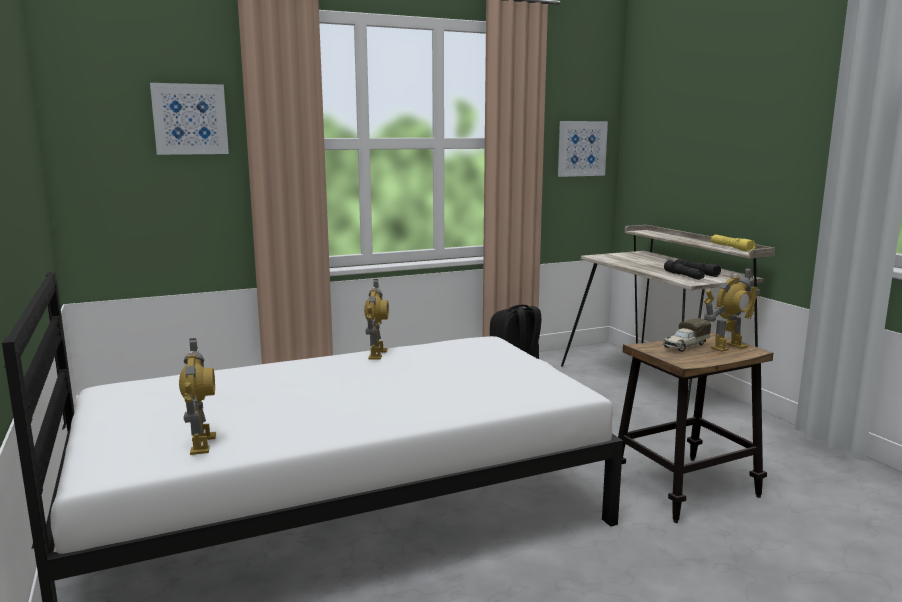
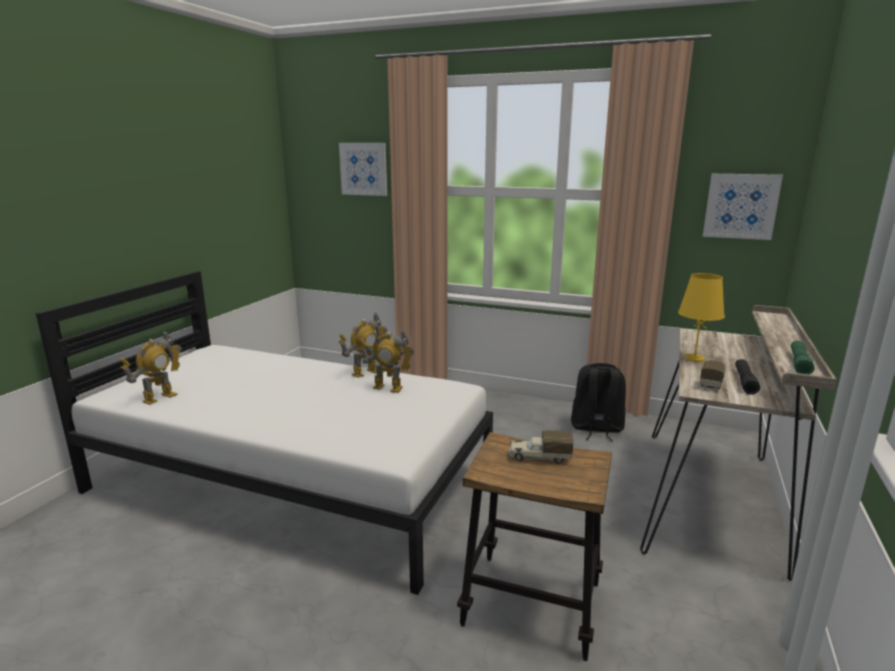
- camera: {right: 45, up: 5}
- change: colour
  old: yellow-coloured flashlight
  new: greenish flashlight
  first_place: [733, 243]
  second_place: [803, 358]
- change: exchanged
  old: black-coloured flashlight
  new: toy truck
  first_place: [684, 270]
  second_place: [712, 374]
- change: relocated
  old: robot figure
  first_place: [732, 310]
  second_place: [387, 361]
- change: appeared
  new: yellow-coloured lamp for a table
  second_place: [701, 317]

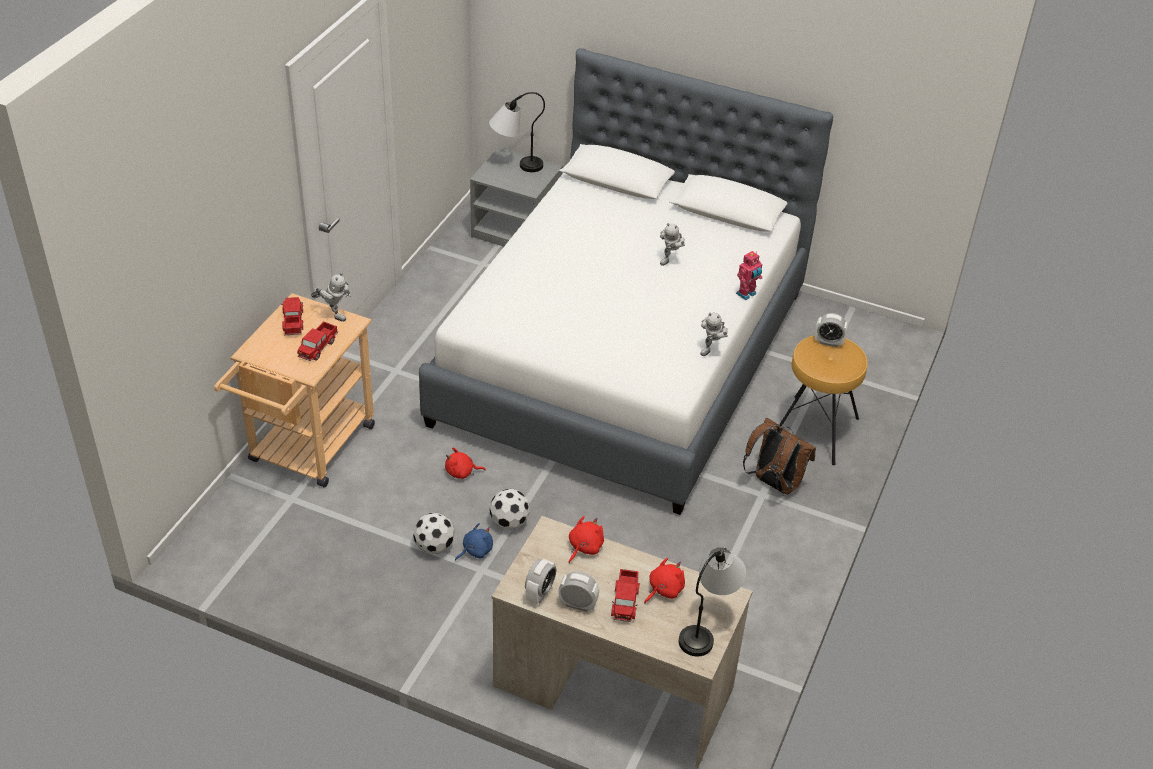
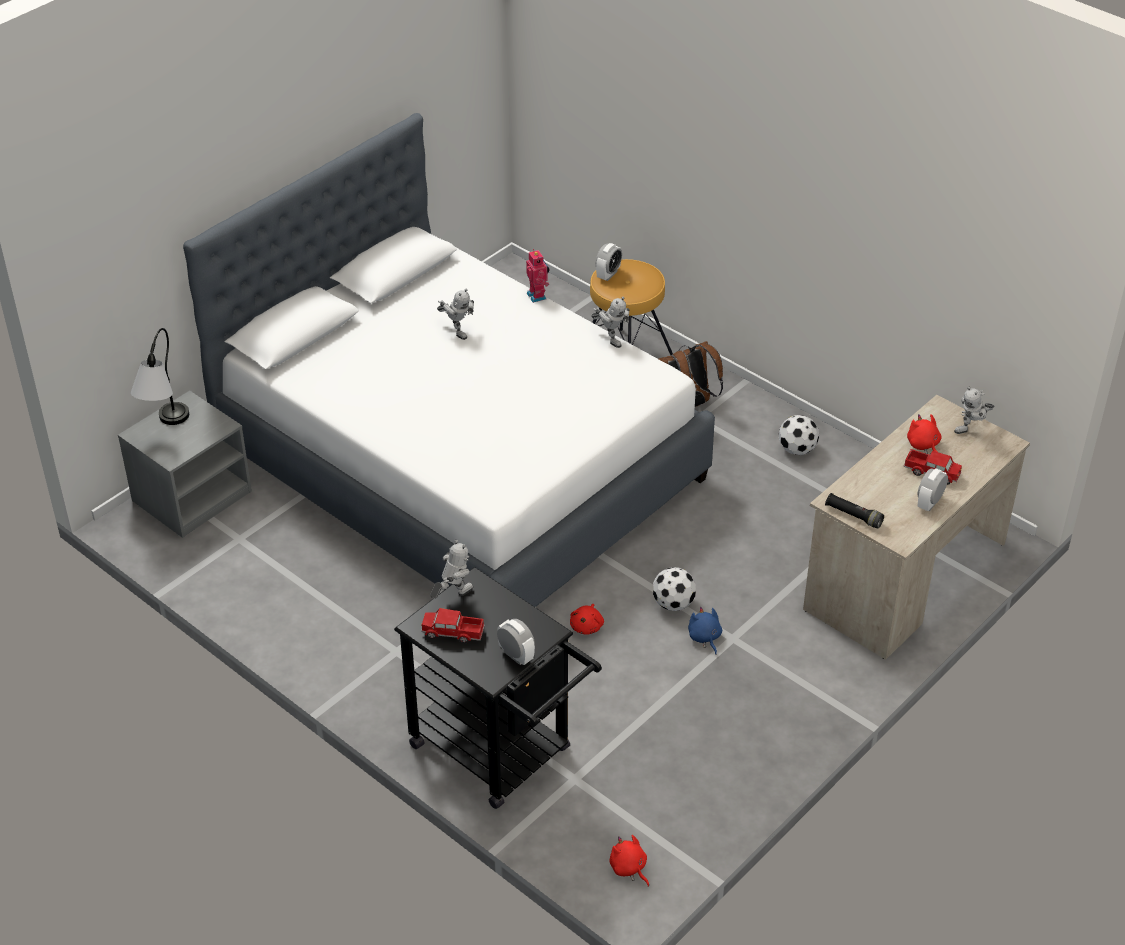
- camera: {right: -70, up: 0}
- change: colour
  old: beige-coloured trolley
  new: black-coloured trolley
  first_place: [294, 390]
  second_place: [498, 688]
- change: missing
  old: toy truck
  first_place: [317, 341]
- change: relocated
  old: football
  first_place: [433, 533]
  second_place: [799, 435]
- change: relocated
  old: red cuddly toy
  first_place: [586, 539]
  second_place: [629, 861]
- change: exchanged
  old: lamp for a table
  new: robot figure
  first_place: [712, 601]
  second_place: [974, 410]
- change: relocated
  old: bedside clock
  first_place: [540, 581]
  second_place: [516, 642]
- change: appeared
  new: black-coloured flashlight
  second_place: [854, 511]

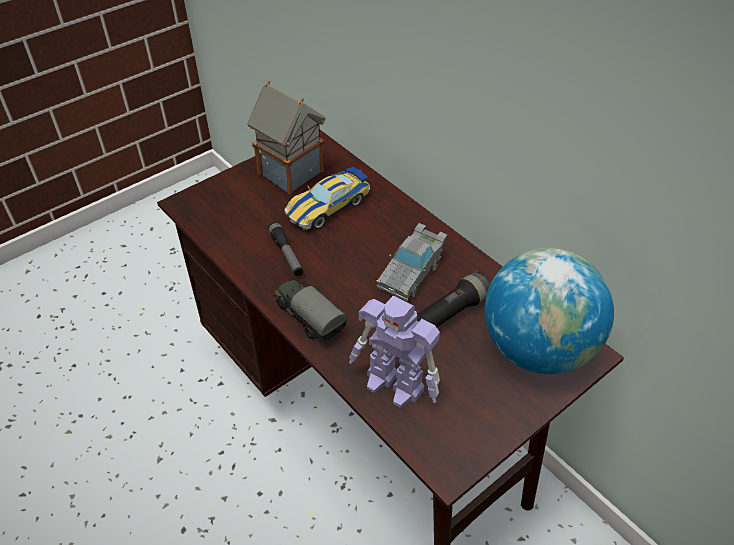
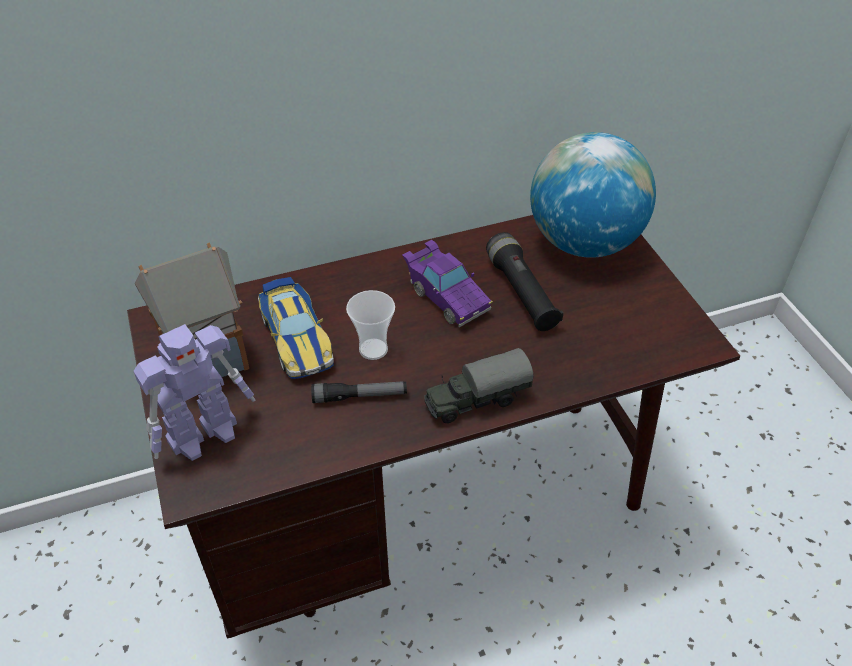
- camera: {right: -70, up: 0}
- change: colour
  old: grey miniature car
  new: purplish miniature car
  first_place: [412, 262]
  second_place: [447, 283]
- change: relocated
  old: robot figure
  first_place: [394, 352]
  second_place: [194, 392]
- change: appeared
  new: small cup
  second_place: [370, 325]

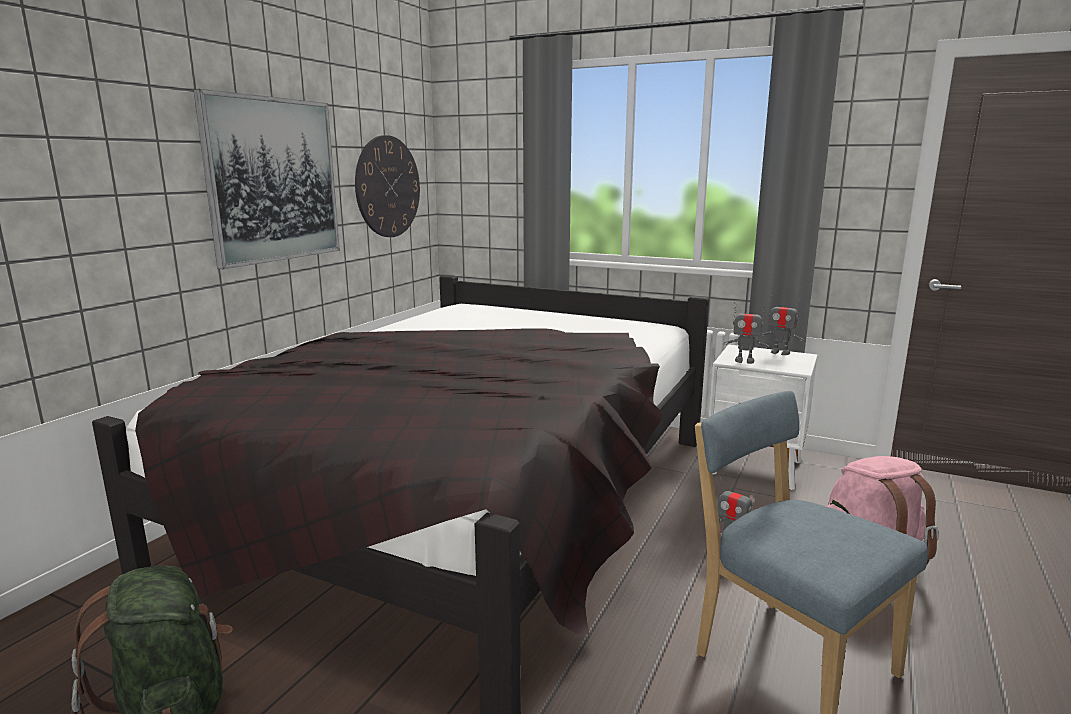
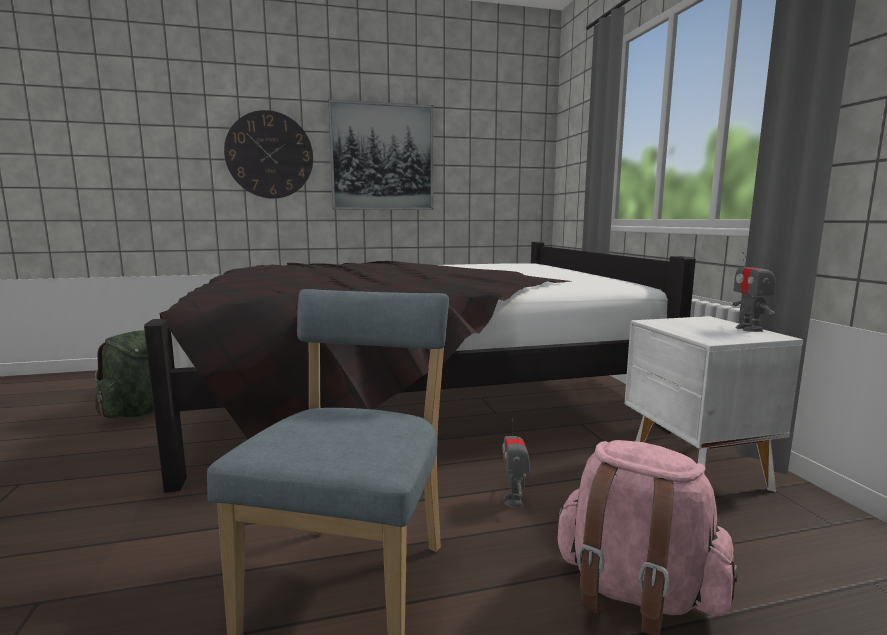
- camera: {right: 50, up: -5}
- change: relocated
  old: clock on the wall
  first_place: [387, 186]
  second_place: [268, 154]
- change: missing
  old: robot figure
  first_place: [746, 333]

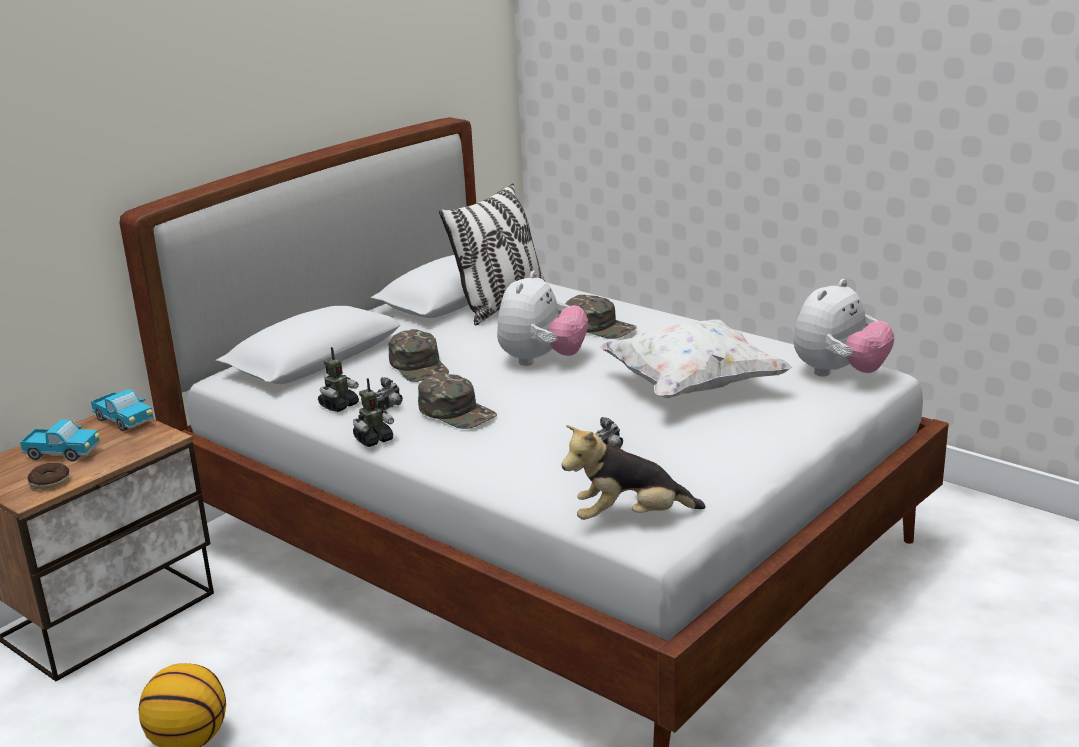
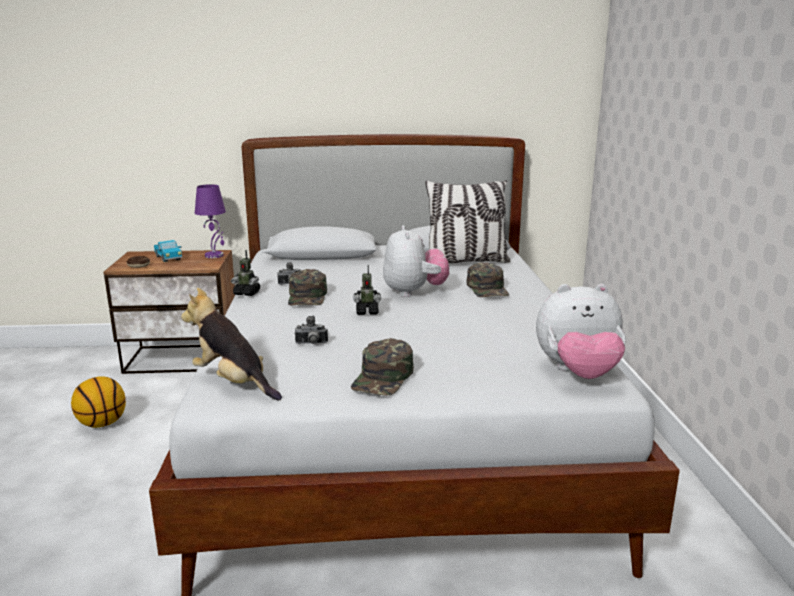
- camera: {right: 45, up: -5}
- change: spun
  old: cuddly toy
  first_place: [542, 318]
  second_place: [416, 261]
  degrees: -75
- change: missing
  old: white throw pillow
  first_place: [696, 358]
- change: relocated
  old: greenish peaked cap
  first_place: [418, 355]
  second_place: [382, 367]
- change: relocated
  old: robot figure
  first_place: [338, 379]
  second_place: [367, 290]
- change: exchanged
  old: toy truck
  new: purplish lamp for a table
  first_place: [122, 410]
  second_place: [210, 221]

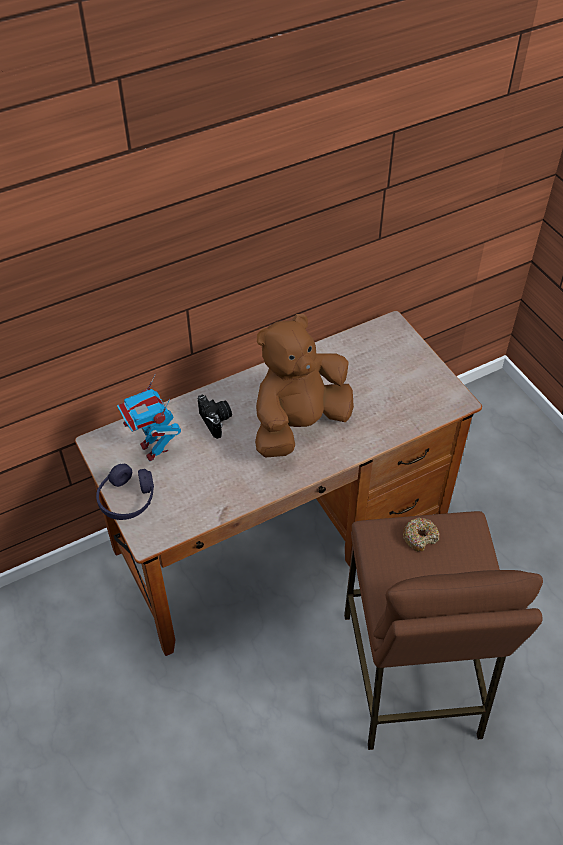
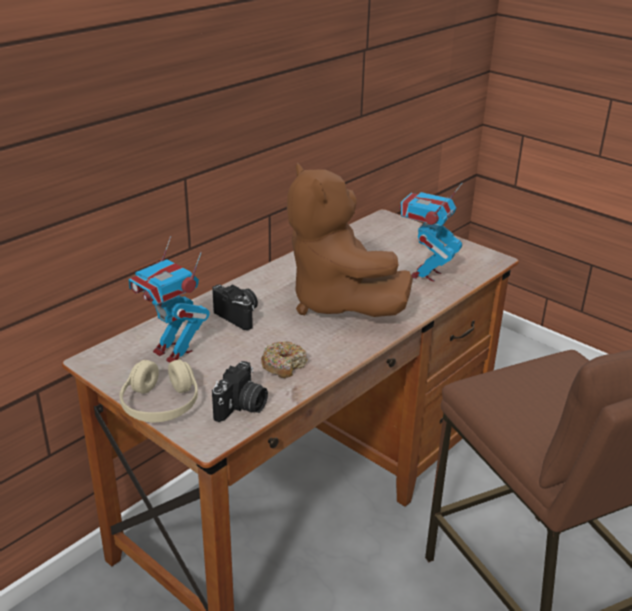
- camera: {right: -20, up: -20}
- change: spun
  old: brown-coloured cuddly toy
  first_place: [304, 386]
  second_place: [350, 239]
  degrees: -60
- change: colour
  old: purplish pair of headphones
  new: beige-coloured pair of headphones
  first_place: [125, 492]
  second_place: [158, 391]
- change: relocated
  old: donut
  first_place: [421, 535]
  second_place: [284, 359]
- change: appeared
  new: robot figure
  second_place: [431, 232]
- change: appeared
  new: photo camera
  second_place: [240, 391]

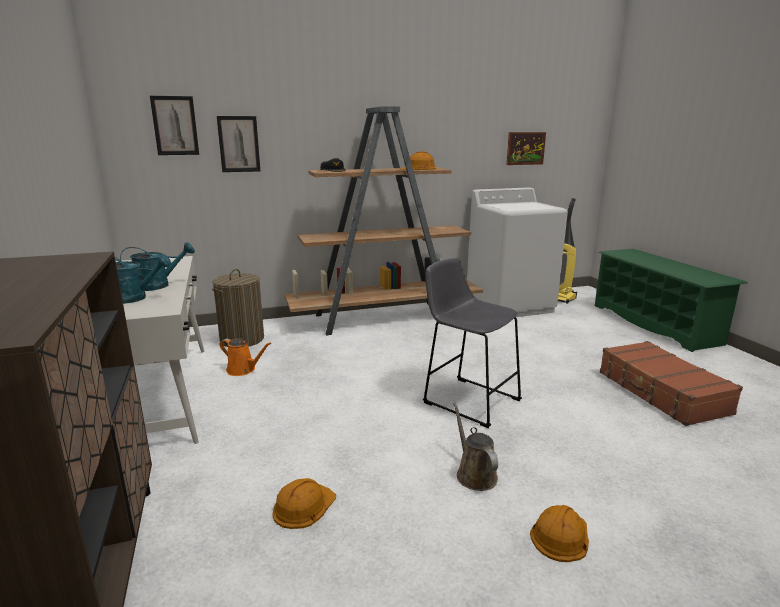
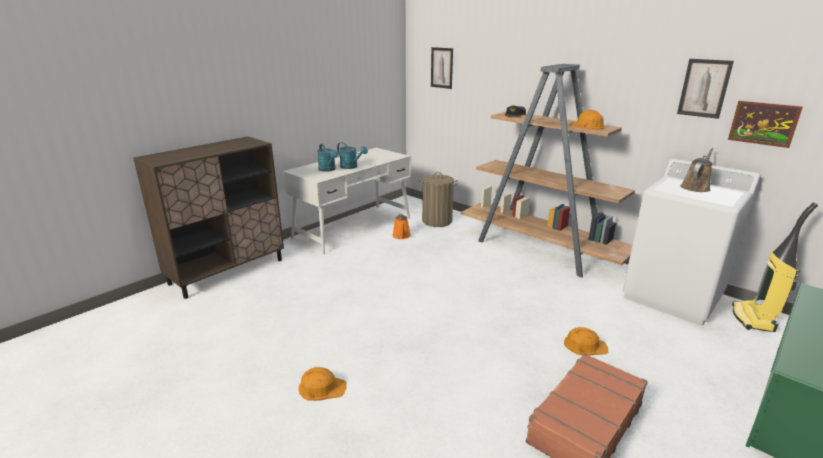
- camera: {right: 60, up: 5}
- change: relocated
  old: picture
  first_place: [238, 144]
  second_place: [705, 89]
- change: missing
  old: grey stool seat
  first_place: [472, 343]
- change: relocated
  old: brown-coloured watering can
  first_place: [475, 446]
  second_place: [697, 170]
- change: relocated
  old: orangey work helmet
  first_place: [304, 503]
  second_place: [586, 341]

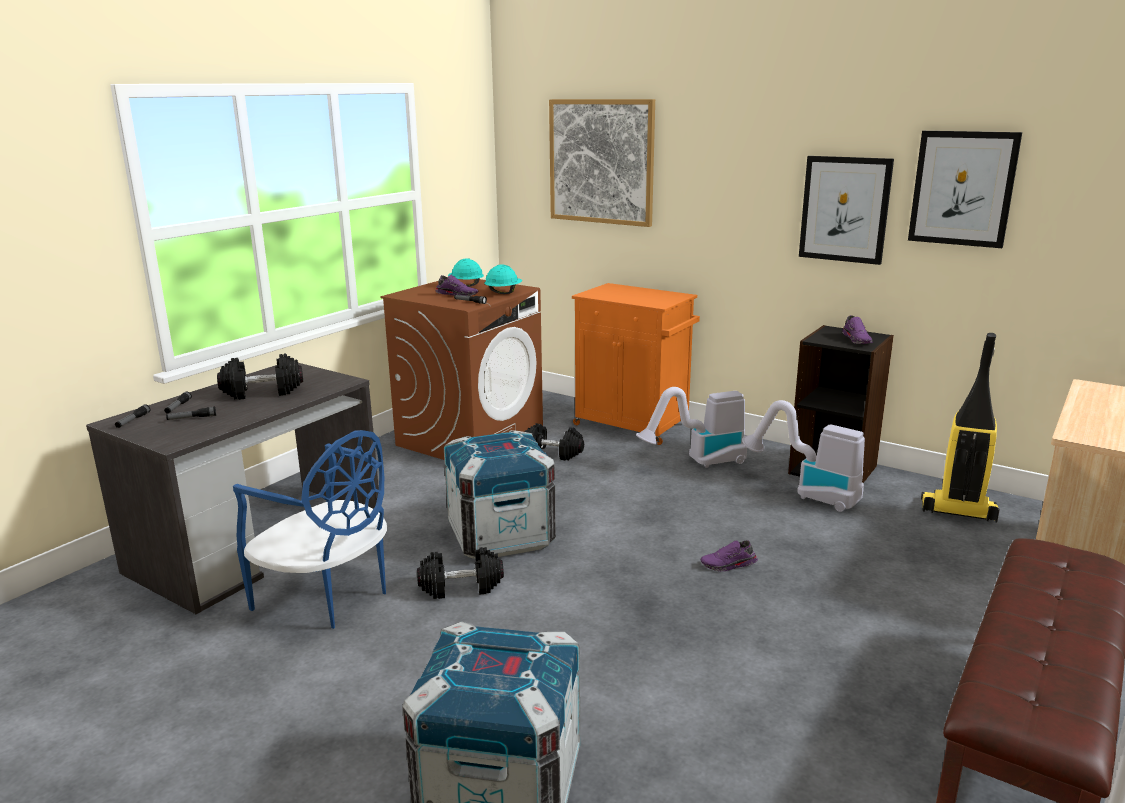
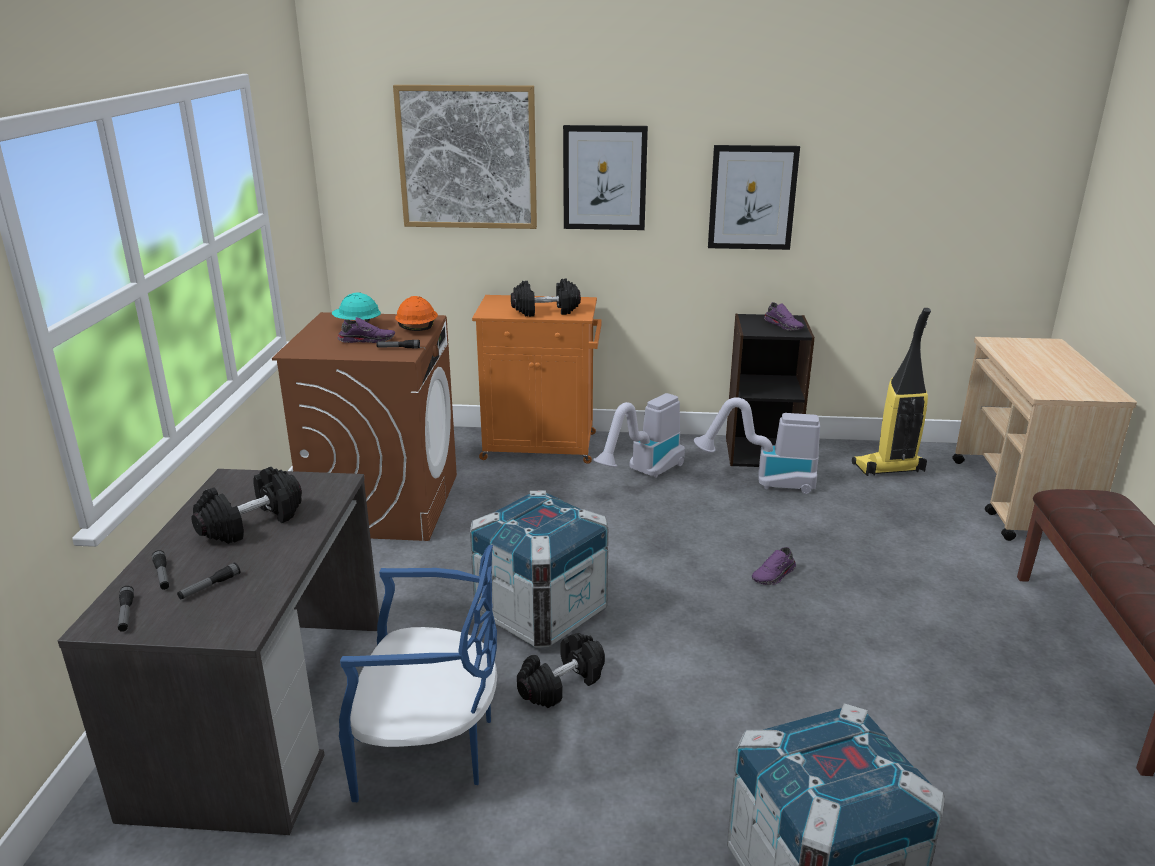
- camera: {right: -30, up: 5}
- change: relocated
  old: picture
  first_place: [965, 189]
  second_place: [605, 177]
- change: colour
  old: turquoise work helmet
  new: orangey work helmet
  first_place: [503, 279]
  second_place: [416, 313]
- change: relocated
  old: black-coloured free weight
  first_place: [554, 441]
  second_place: [546, 298]

